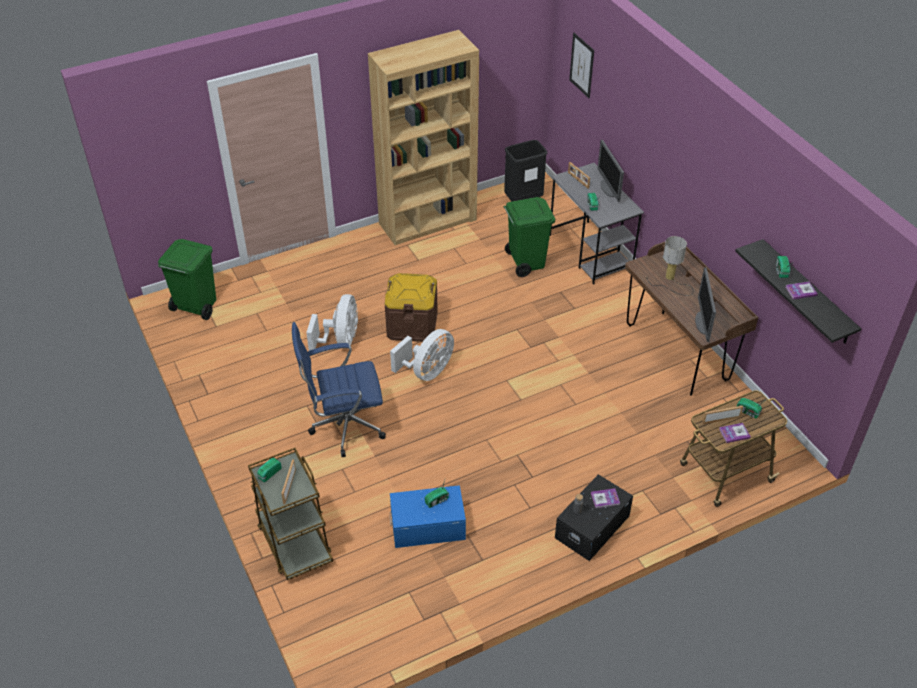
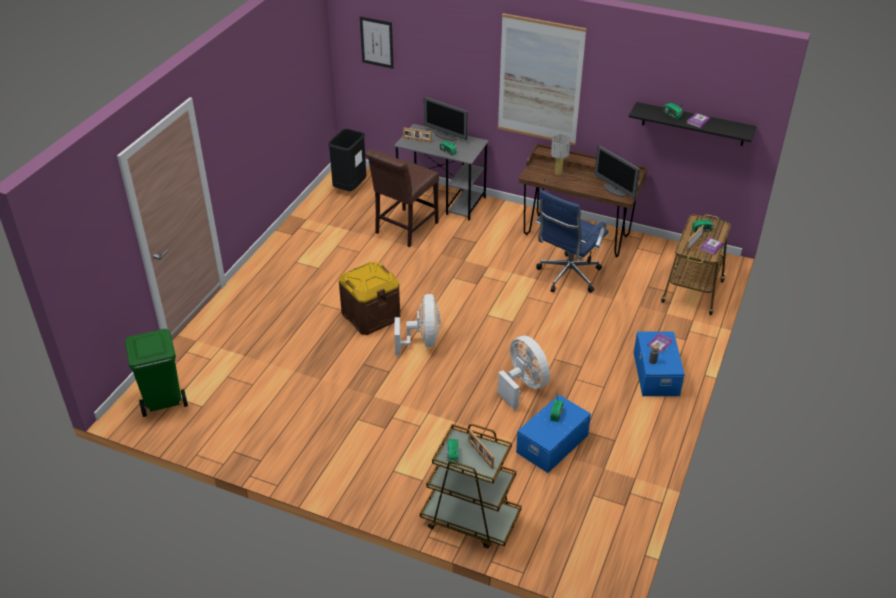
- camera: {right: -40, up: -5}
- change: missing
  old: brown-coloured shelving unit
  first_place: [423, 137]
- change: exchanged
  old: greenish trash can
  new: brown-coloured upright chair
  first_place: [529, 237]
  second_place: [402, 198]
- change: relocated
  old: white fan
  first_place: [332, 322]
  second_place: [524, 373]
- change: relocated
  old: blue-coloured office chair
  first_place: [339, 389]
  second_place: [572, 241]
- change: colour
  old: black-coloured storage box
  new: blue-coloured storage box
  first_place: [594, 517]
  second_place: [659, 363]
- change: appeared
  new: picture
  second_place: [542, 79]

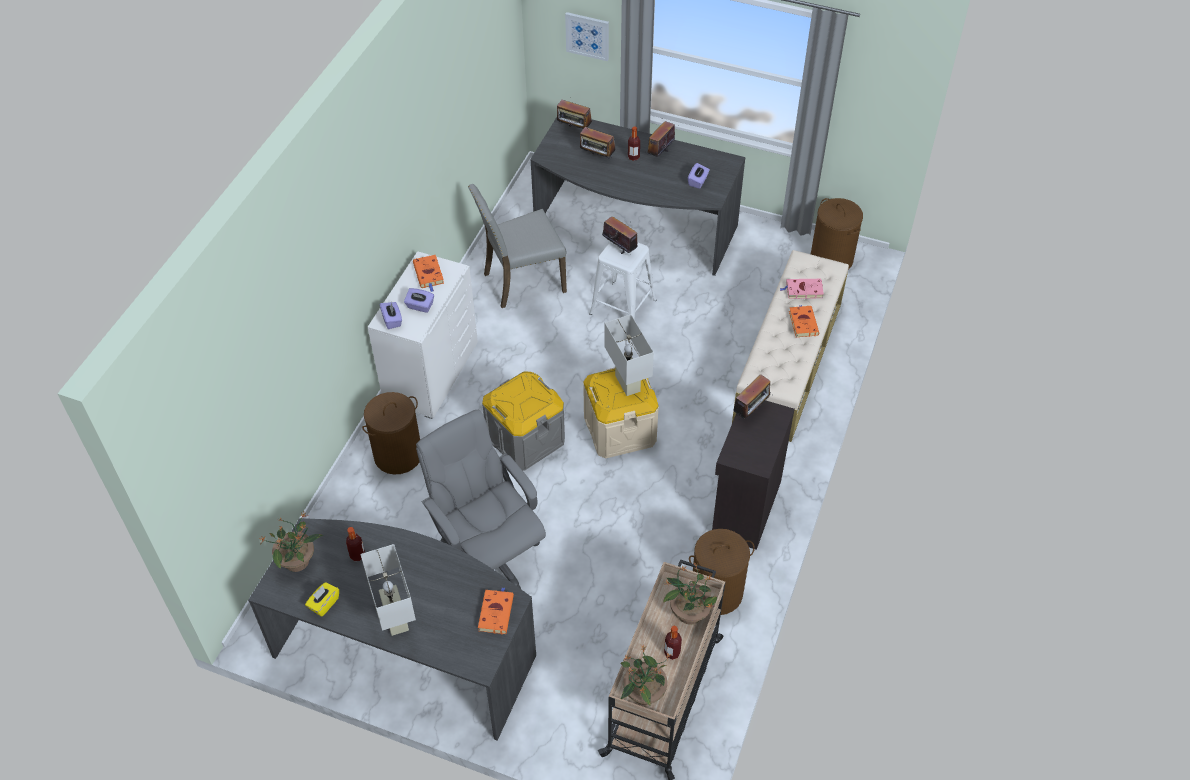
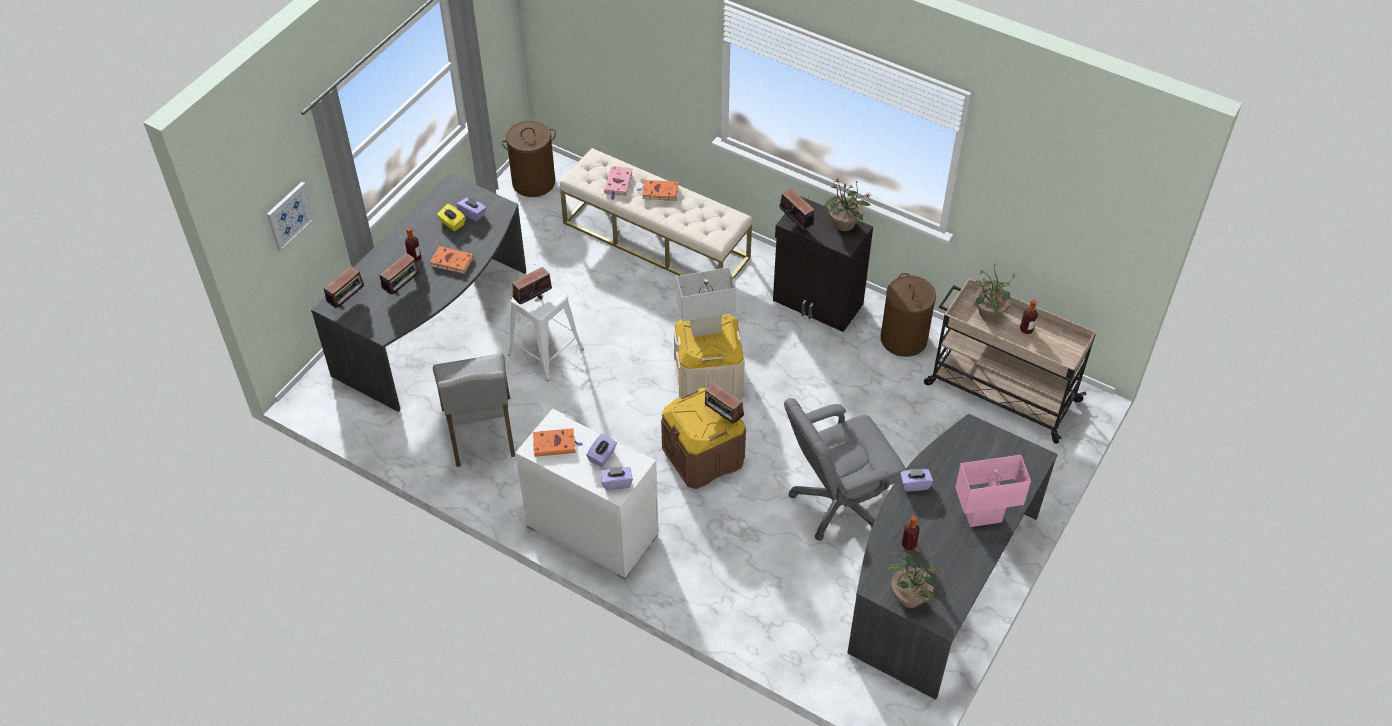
- camera: {right: -80, up: 0}
- change: relocated
  old: radio
  first_place: [660, 139]
  second_place: [724, 403]
- change: colour
  old: grey storage box
  new: brown-coloured storage box
  first_place: [523, 421]
  second_place: [703, 438]
- change: missing
  old: brown-coloured laundry basket
  first_place: [391, 433]
- change: colour
  old: white lamp for a table
  new: pink-coloured lamp for a table
  first_place: [388, 590]
  second_place: [993, 491]
- change: relocated
  old: yellow-coloured box of tissues
  first_place: [322, 599]
  second_place: [451, 217]
- change: relocated
  old: orangey book
  first_place: [496, 611]
  second_place: [452, 260]
- change: relocated
  old: plant in a pot
  first_place: [645, 675]
  second_place: [847, 204]
- change: appeared
  new: purplish box of tissues
  second_place: [916, 480]

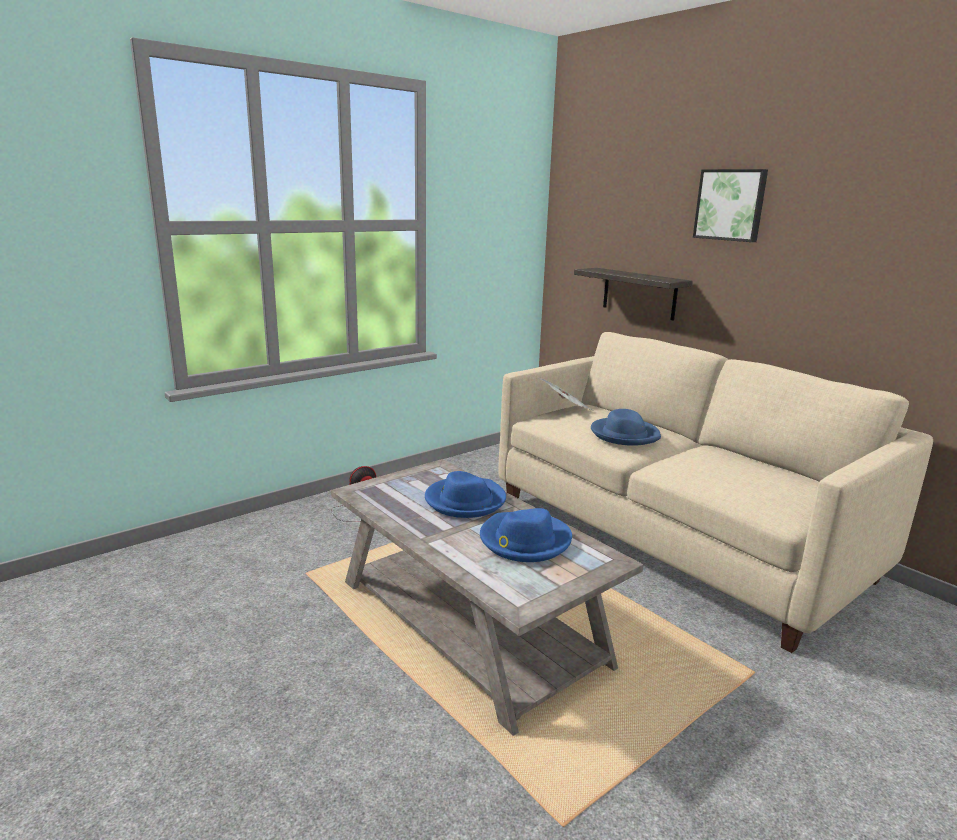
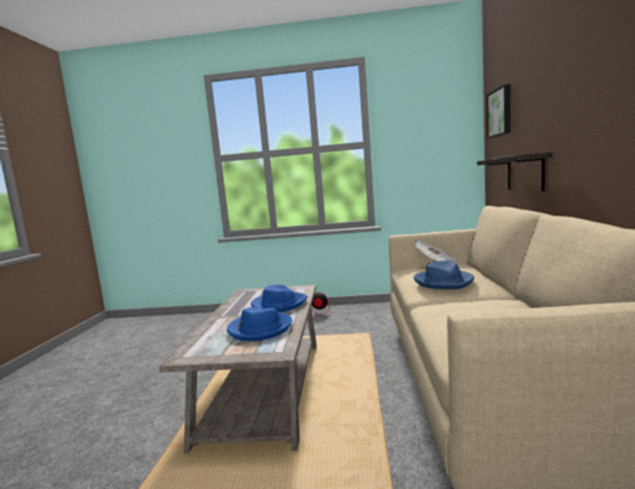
- camera: {right: 45, up: -10}
- change: relocated
  old: picture
  first_place: [730, 205]
  second_place: [499, 111]

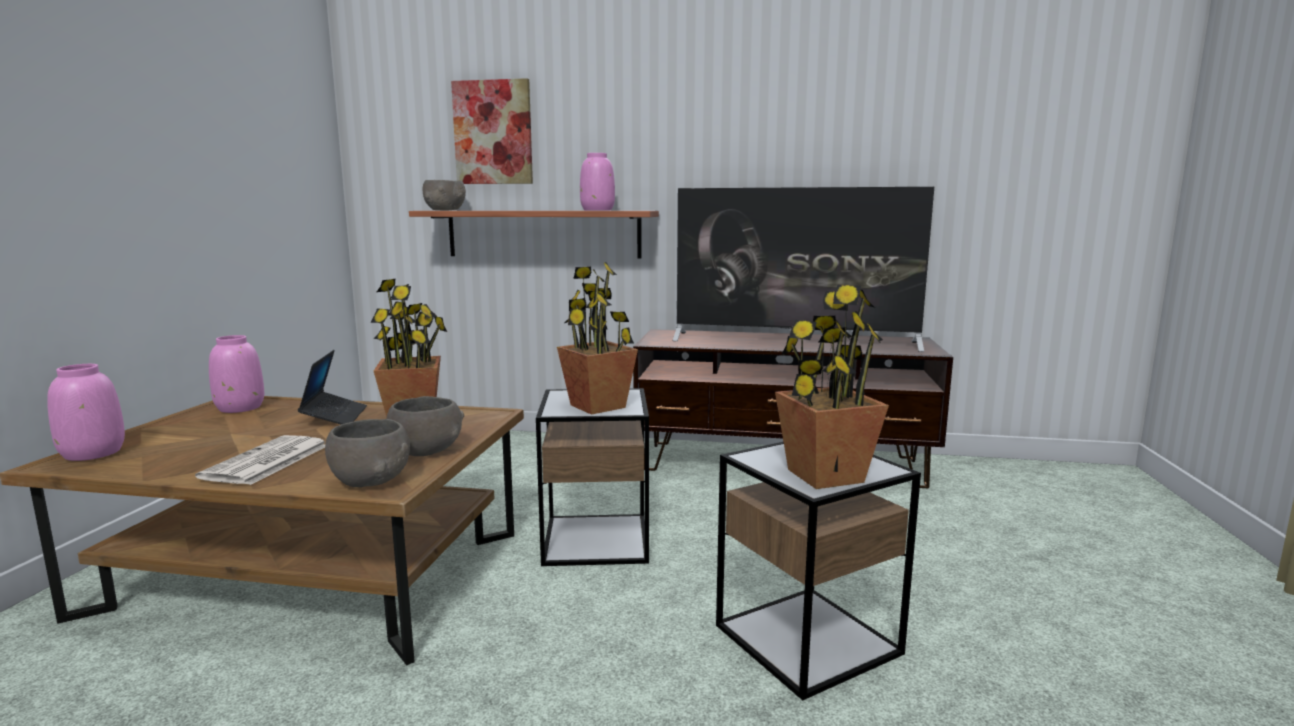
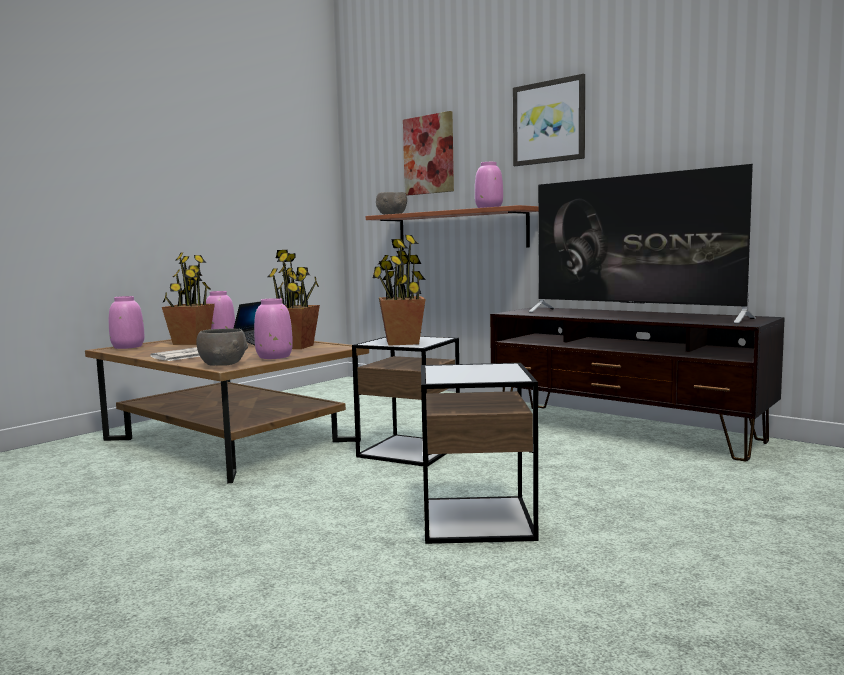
- camera: {right: 30, up: -5}
- change: relocated
  old: plant in a pot
  first_place: [832, 387]
  second_place: [188, 298]
- change: exchanged
  old: grey bowl
  new: pink-coloured decorative vase
  first_place: [425, 426]
  second_place: [273, 328]
- change: appeared
  new: picture
  second_place: [549, 120]

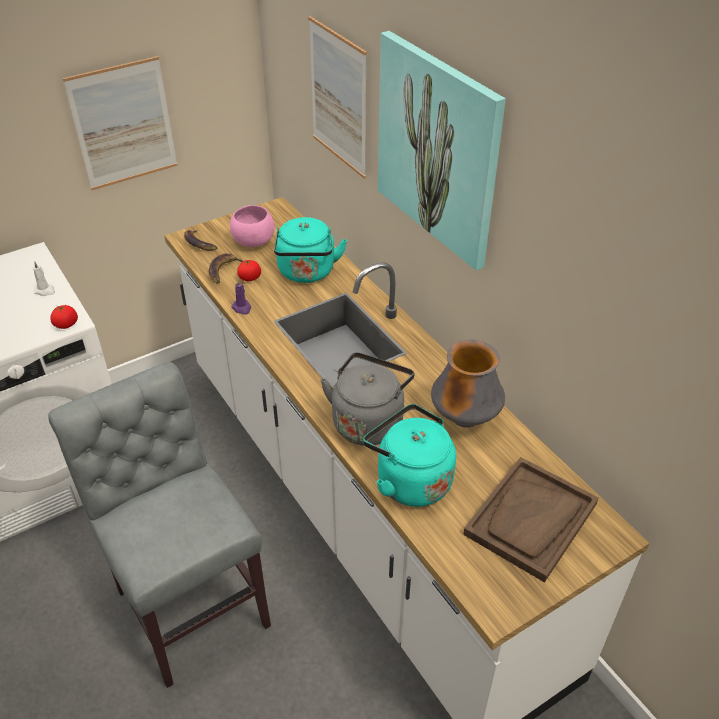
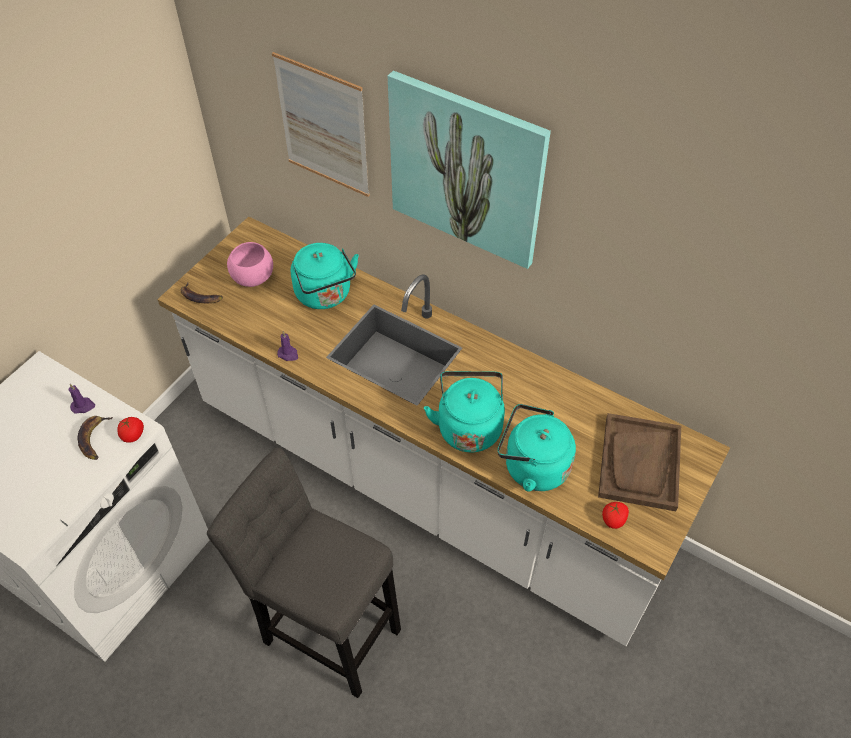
- camera: {right: -25, up: 10}
- change: missing
  old: picture
  first_place: [120, 123]
- change: relocated
  old: whole banana
  first_place: [226, 268]
  second_place: [95, 438]
- change: relocated
  old: tomato
  first_place: [249, 270]
  second_place: [615, 515]
- change: colour
  old: white candle
  new: purplish candle
  first_place: [44, 278]
  second_place: [81, 399]
- change: missing
  old: decorative vase
  first_place: [468, 384]
- change: colour
  old: grey water kettle
  new: turquoise water kettle
  first_place: [367, 399]
  second_place: [464, 411]
- change: exchanged
  old: grey upright chair
  new: grey stool seat
  first_place: [159, 525]
  second_place: [304, 572]

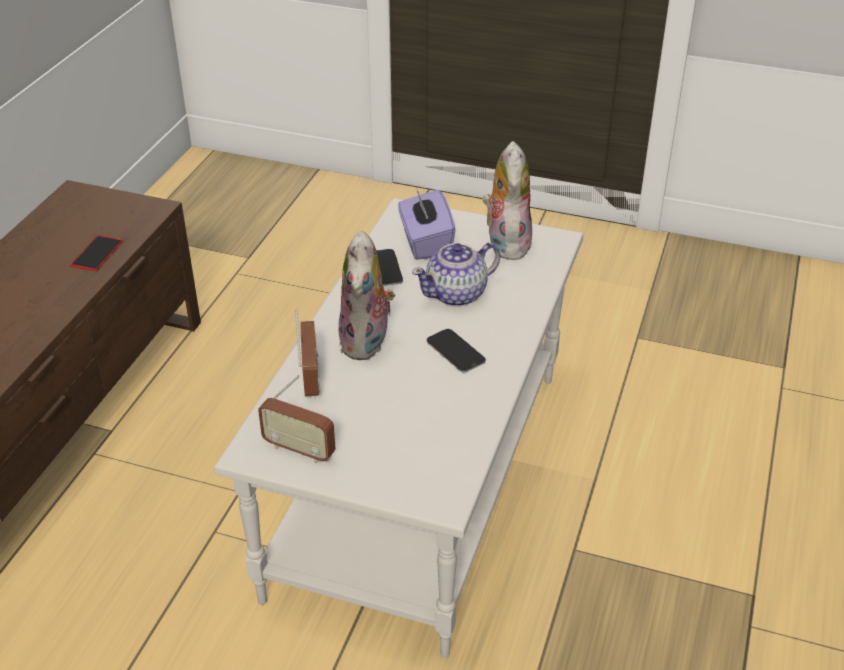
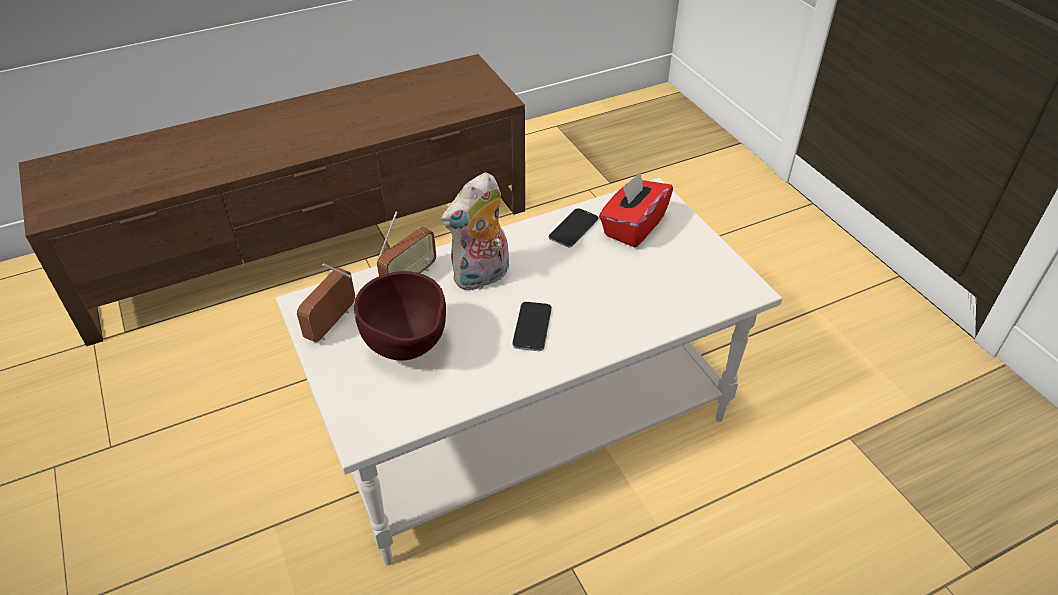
- camera: {right: 45, up: 5}
- change: missing
  old: cuddly toy
  first_place: [507, 200]
- change: colour
  old: purplish box of tissues
  new: red box of tissues
  first_place: [426, 223]
  second_place: [636, 209]
- change: missing
  old: telephone
  first_place: [96, 253]
- change: missing
  old: tea pot
  first_place: [456, 275]
- change: spun
  old: radio
  first_place: [297, 419]
  second_place: [326, 302]
  degrees: 45
- change: appeared
  new: brown-coloured bowl
  second_place: [400, 315]

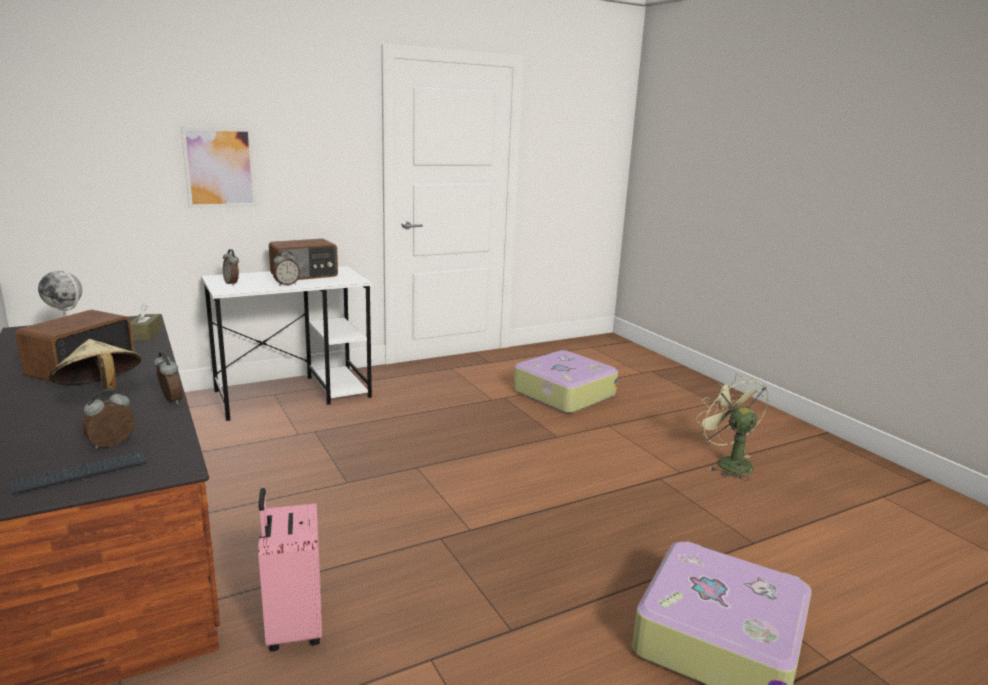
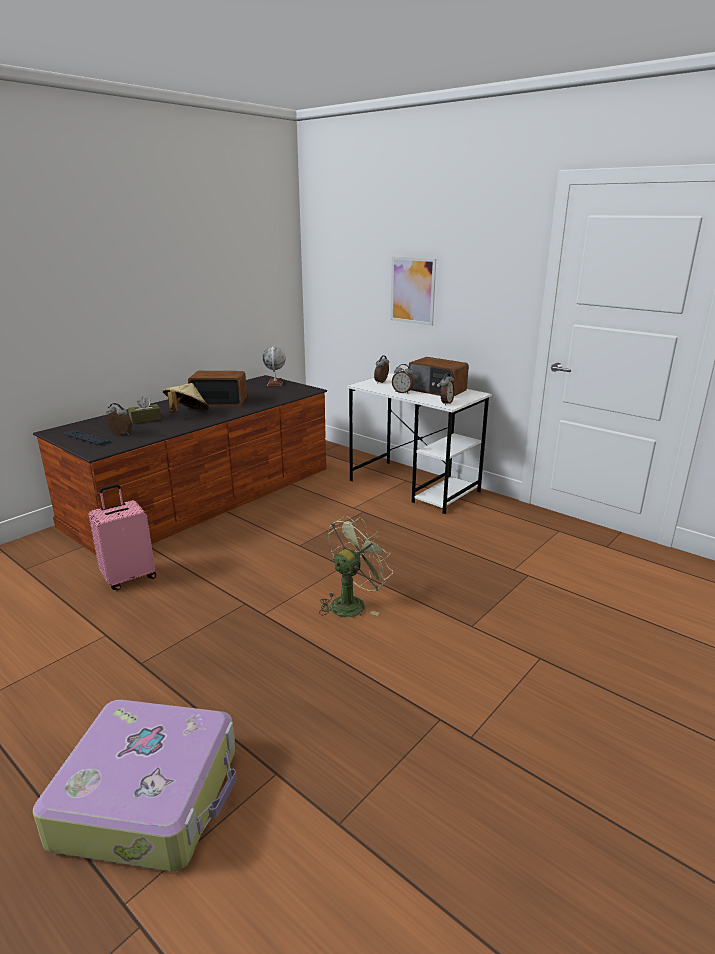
- camera: {right: 70, up: 5}
- change: relocated
  old: brown-coloured box of tissues
  first_place: [146, 322]
  second_place: [144, 410]
- change: missing
  old: piece of luggage
  first_place: [566, 381]
- change: relocated
  old: bedside clock
  first_place: [168, 378]
  second_place: [447, 389]
- change: relocated
  old: greenish fan
  first_place: [732, 427]
  second_place: [356, 566]

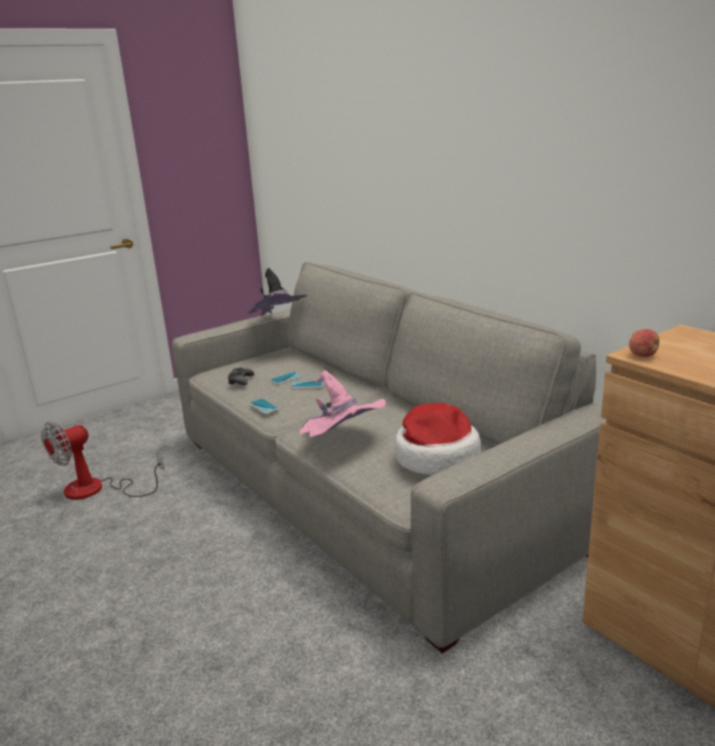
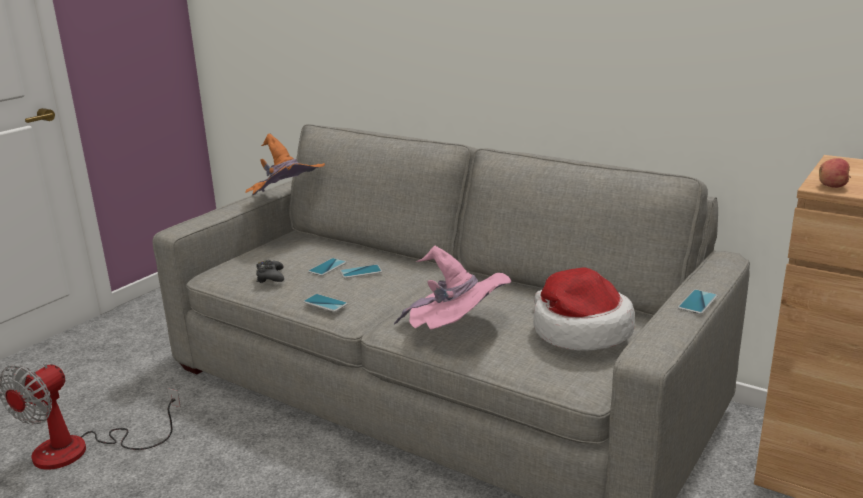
- camera: {right: -20, up: 0}
- change: colour
  old: black-coloured wearable hat
  new: orangey wearable hat
  first_place: [277, 292]
  second_place: [285, 164]
- change: appeared
  new: telephone
  second_place: [697, 302]

